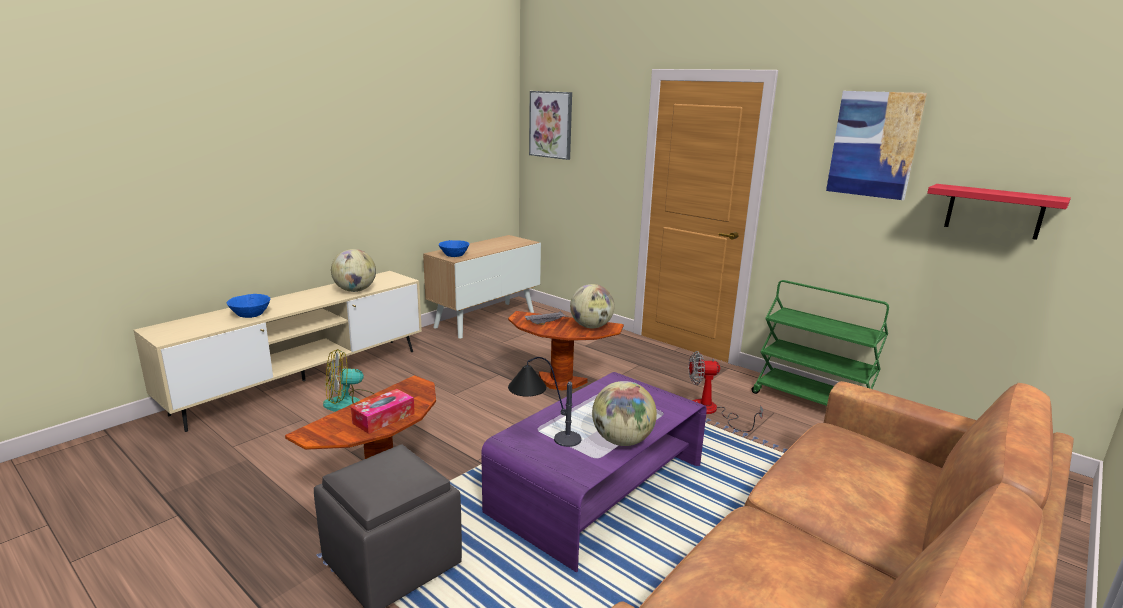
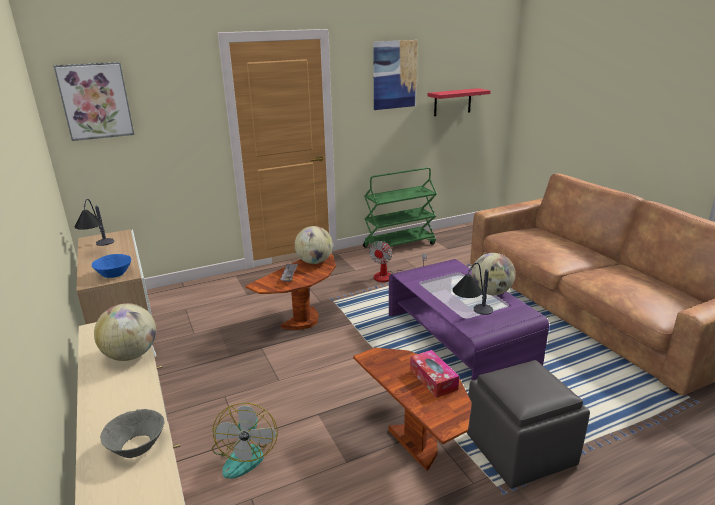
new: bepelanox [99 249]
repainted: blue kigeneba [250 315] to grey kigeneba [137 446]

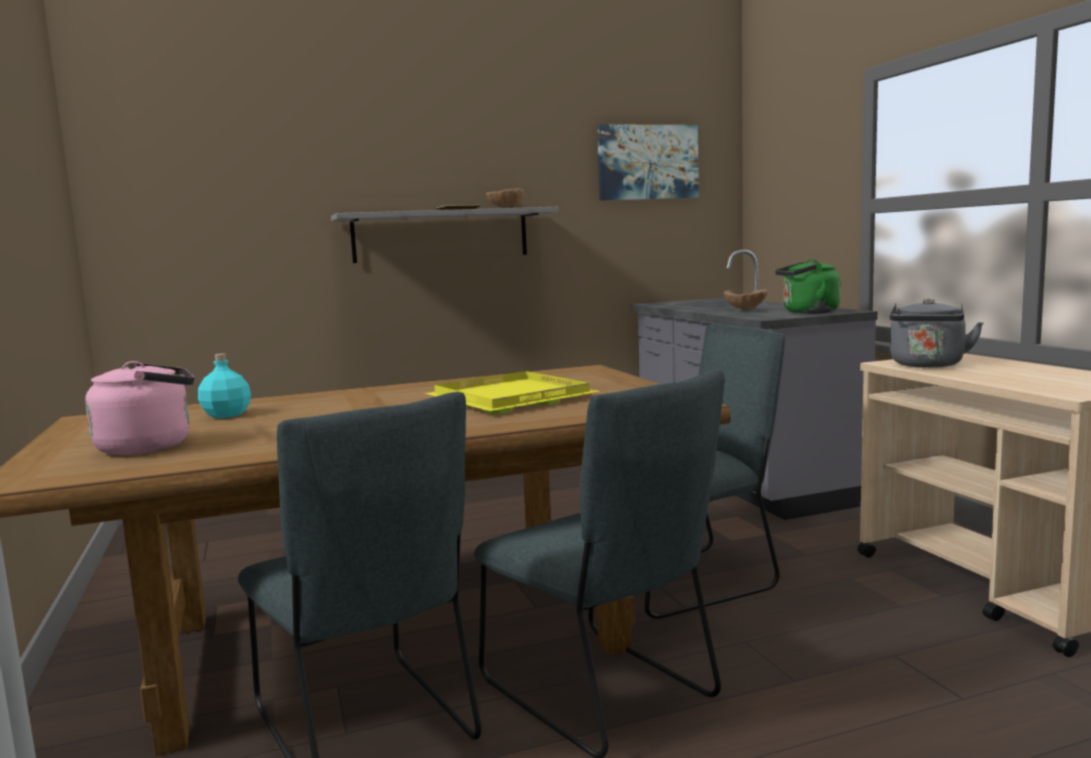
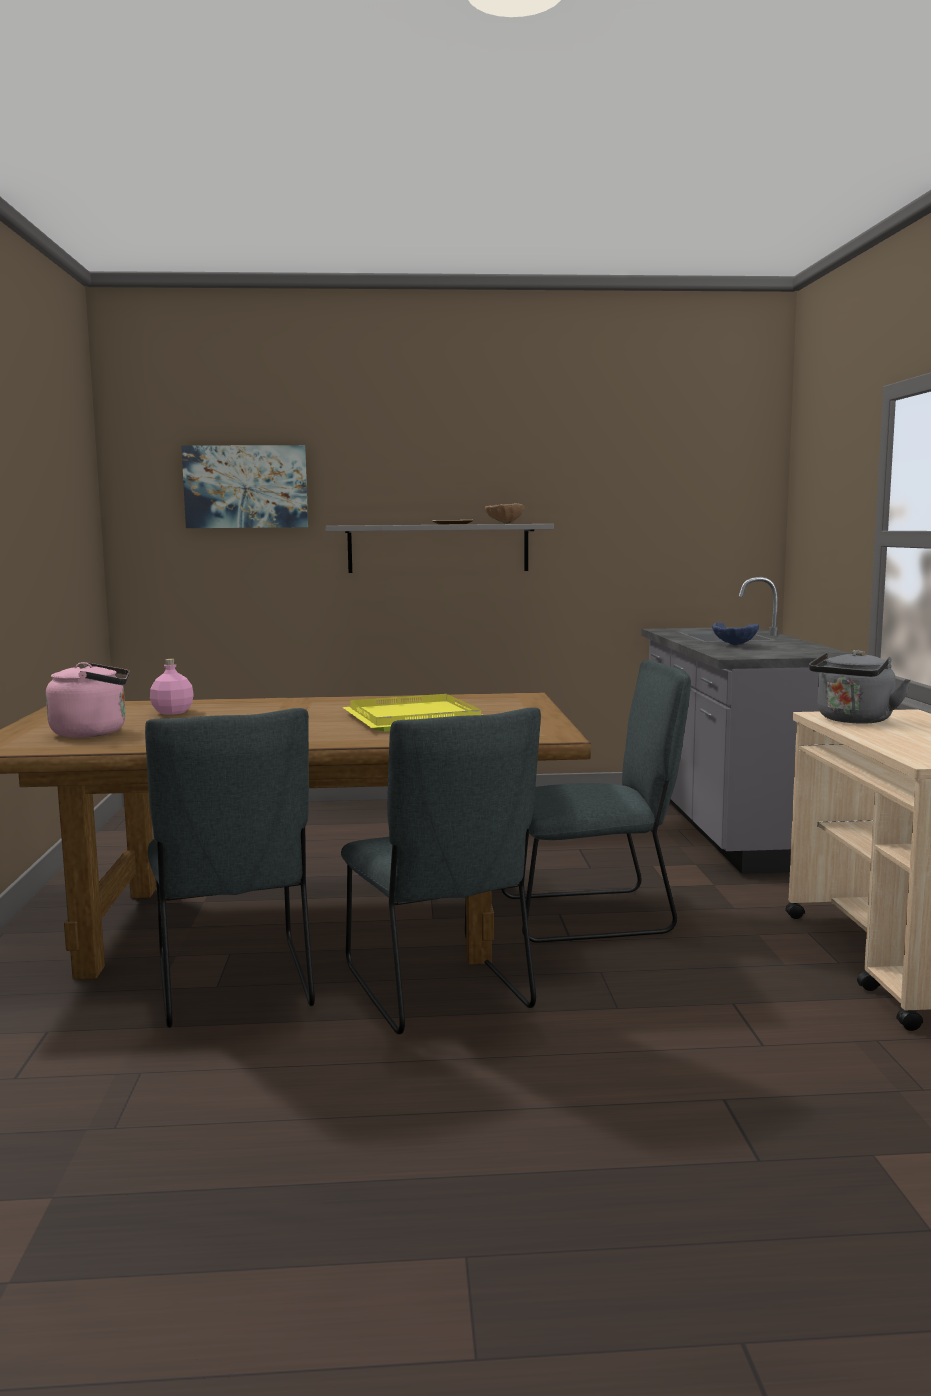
gone: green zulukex [807 312]
shifted: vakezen [647 162] to [246 487]
repainted: brown kigeneba [744 310] to blue kigeneba [733 645]; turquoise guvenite [226 415] to pink guvenite [172 712]

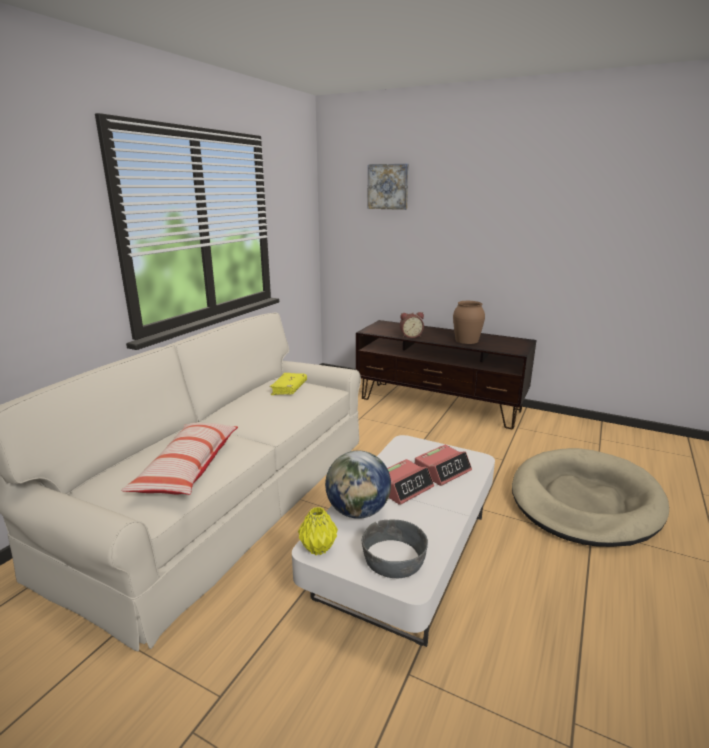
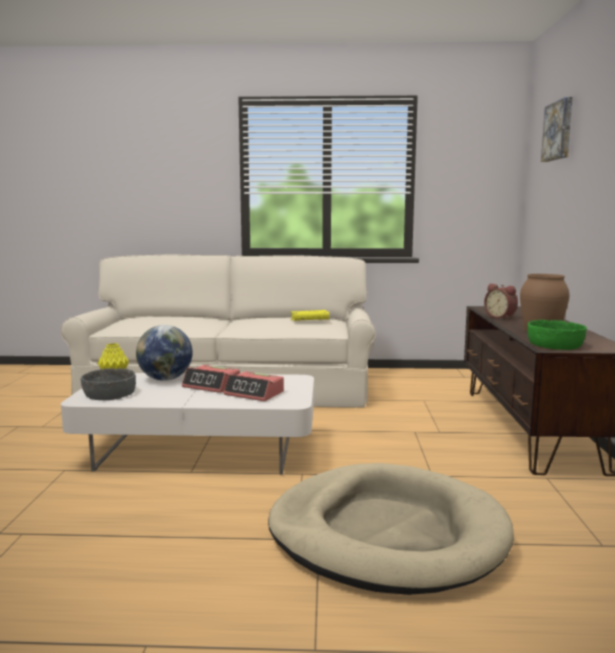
gone: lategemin [188 468]
new: green kigeneba [555 345]

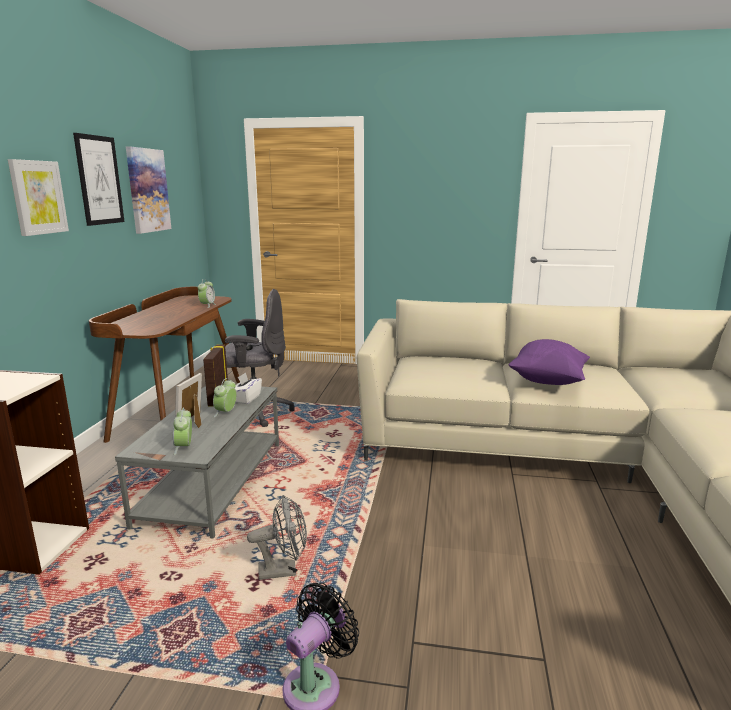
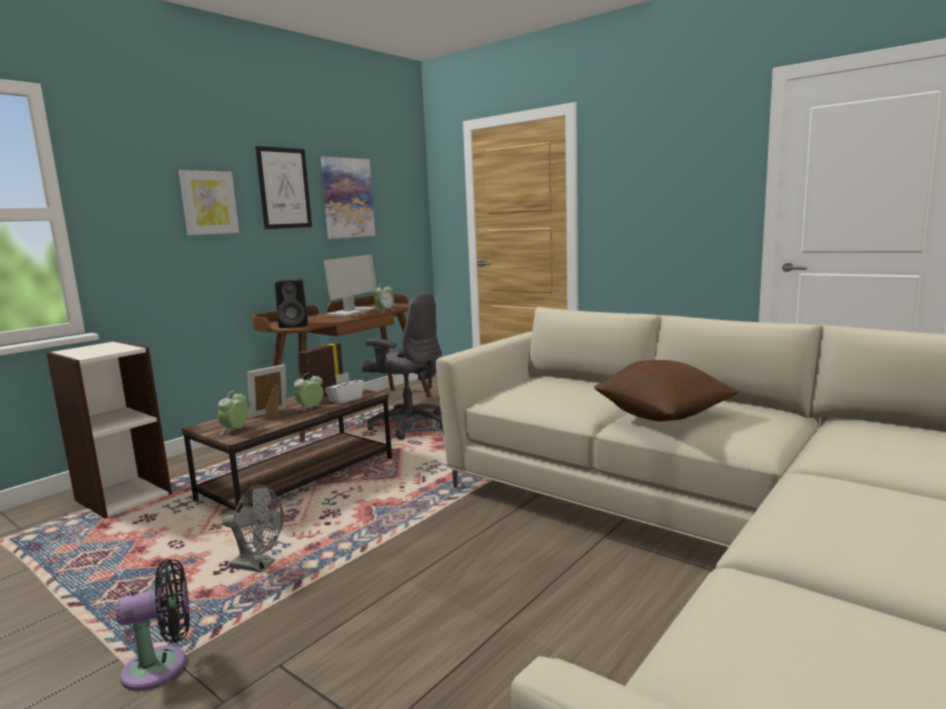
new: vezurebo [351 312]; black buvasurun [295 325]
repainted: purple lategemin [548 381] to brown lategemin [663 417]; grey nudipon [214 483] to brown nudipon [299 479]

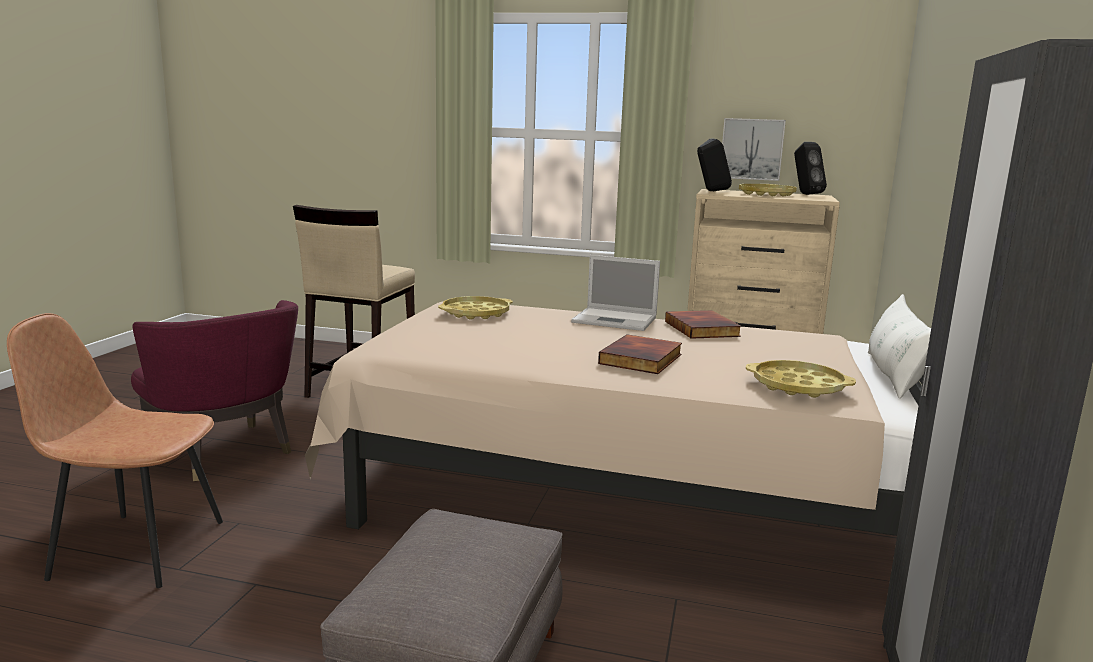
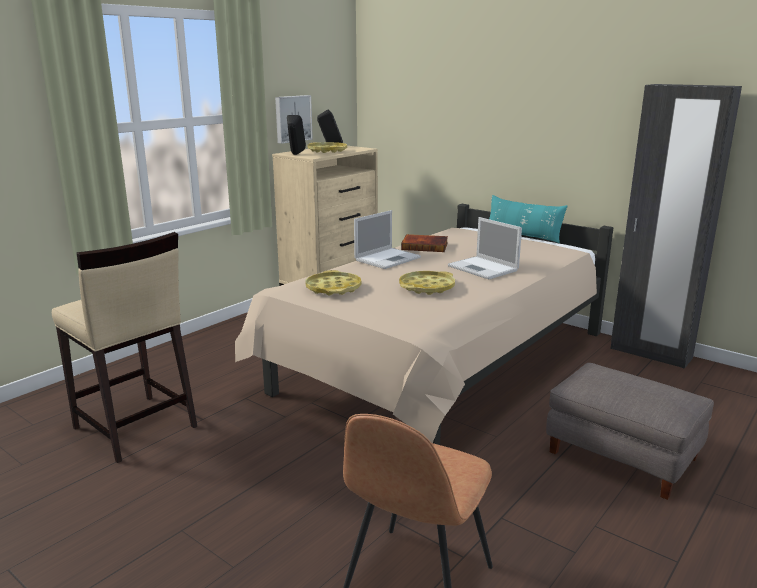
gone: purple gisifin [225 454]
shifted: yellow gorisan [798 386] to [427 287]
swapped: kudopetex [642 359] to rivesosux [484 268]
repainted: white lategemin [894 375] to turquoise lategemin [523 236]

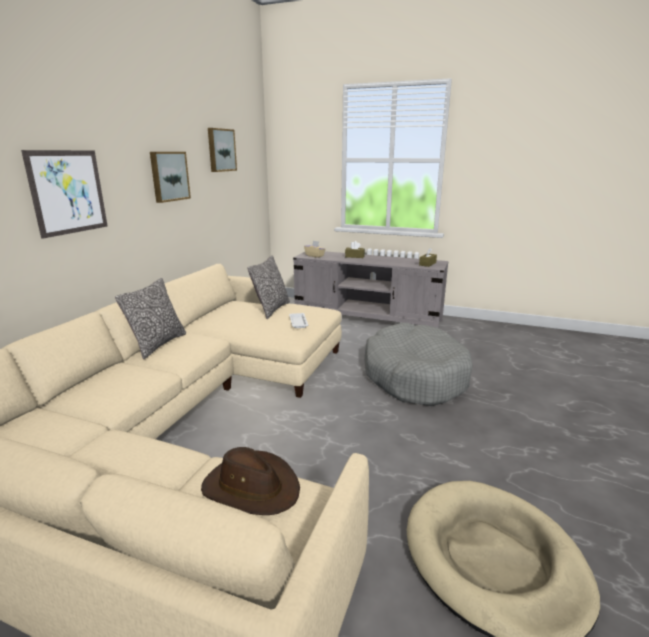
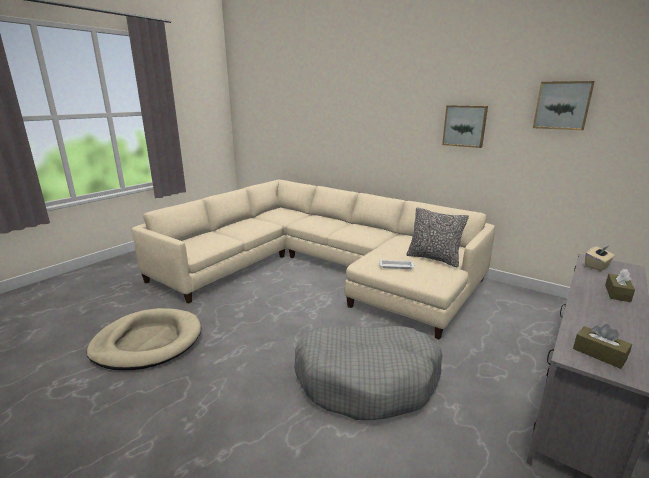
gone: vakezen [68 192]; lategemin [158 344]; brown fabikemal [251 487]

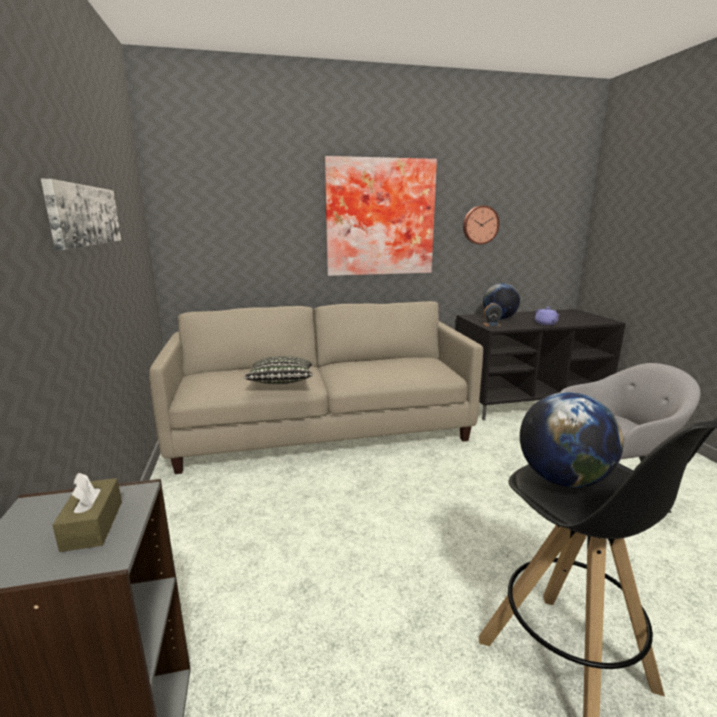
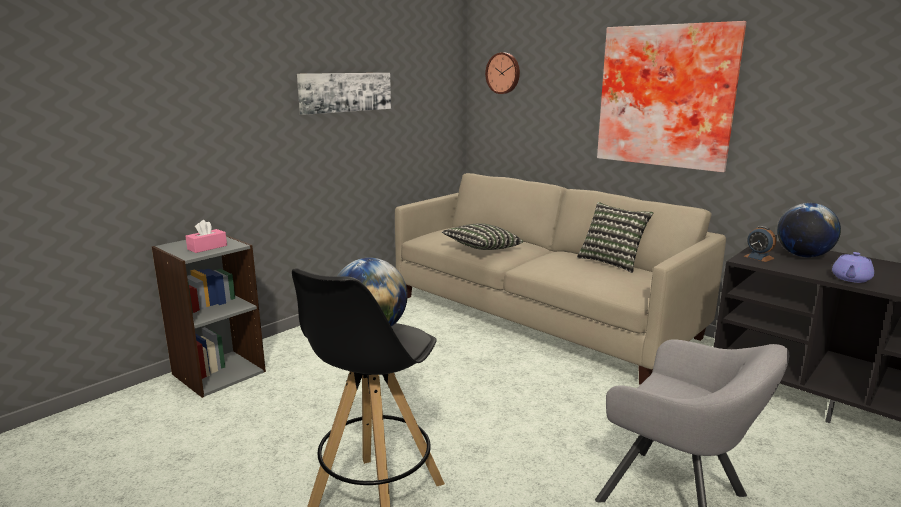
new: lategemin [612 262]
shifted: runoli [480 225] to [503 73]
repainted: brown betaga [93 525] to pink betaga [207 247]

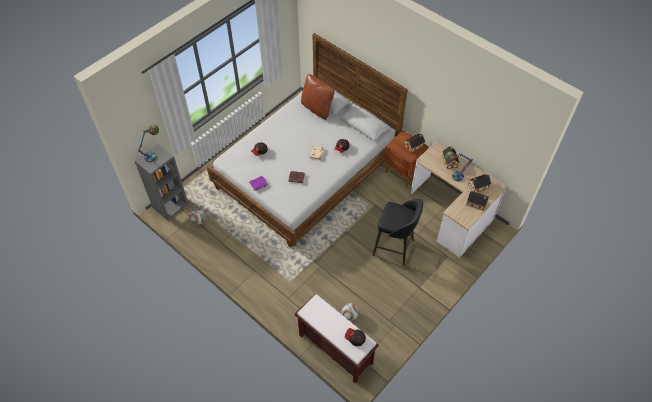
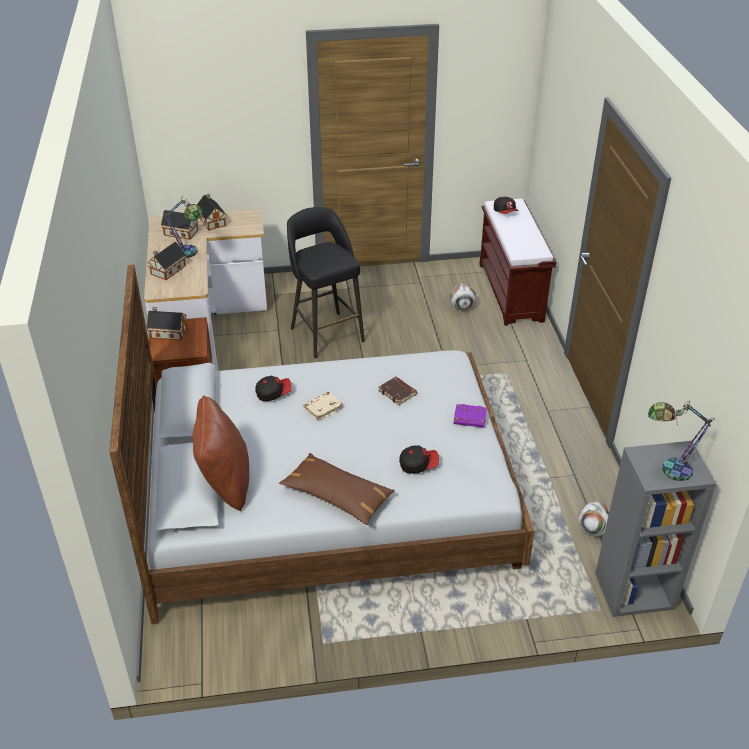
new: brown lategemin [337 495]

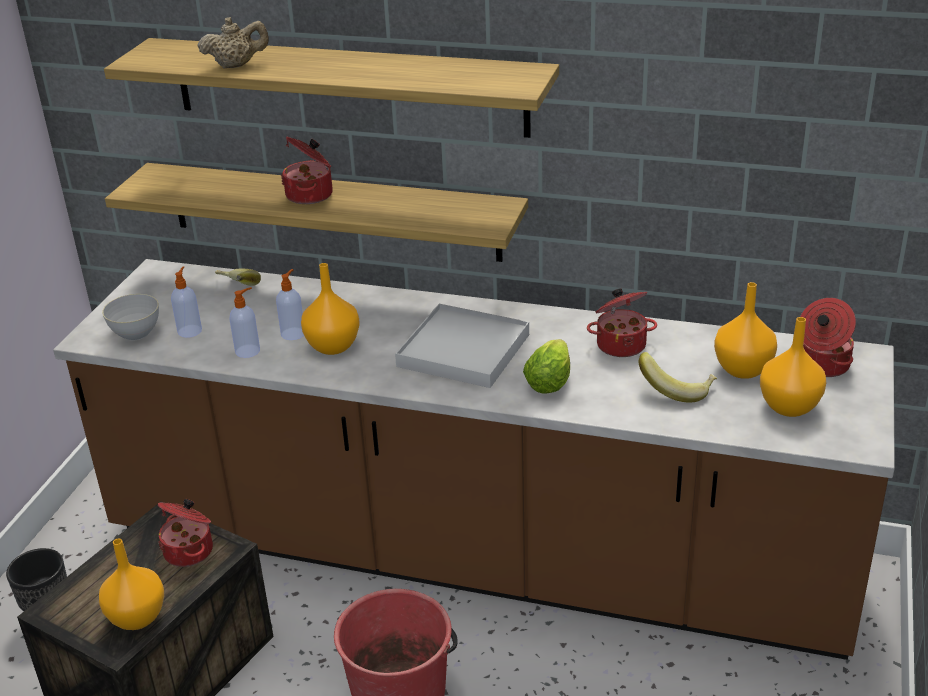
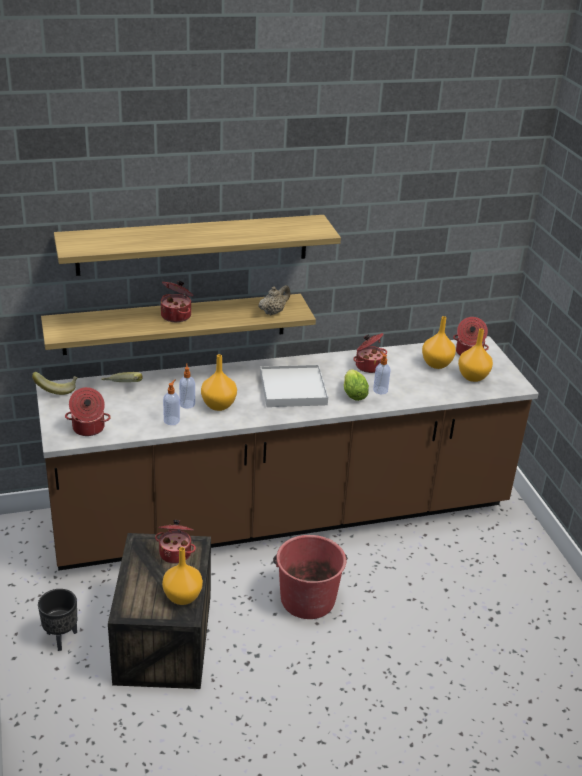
shifted: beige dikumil [236 65] to [273 312]; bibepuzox [190 330] to [380 390]; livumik [677 390] to [57 389]
swapped: grey kigeneba [136 333] to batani [88 428]

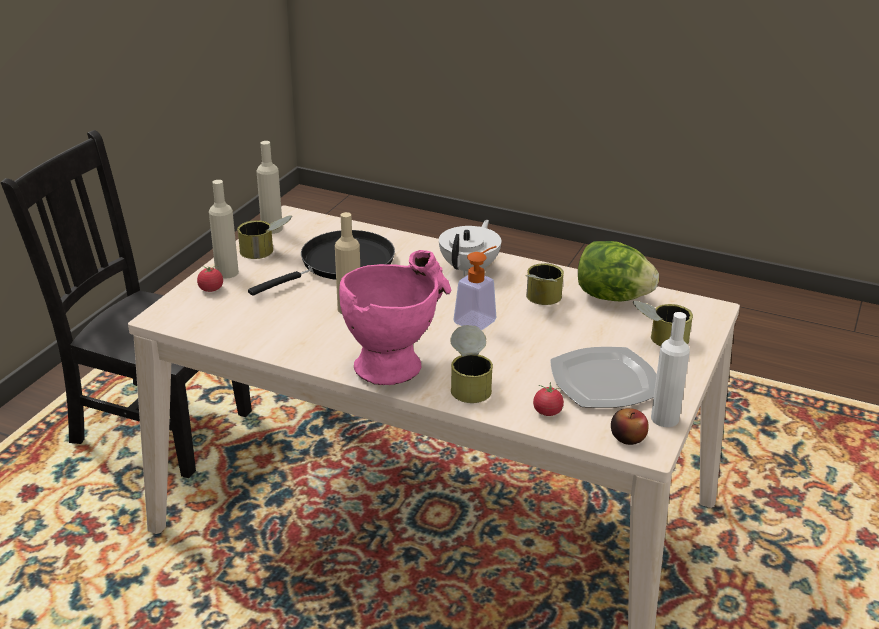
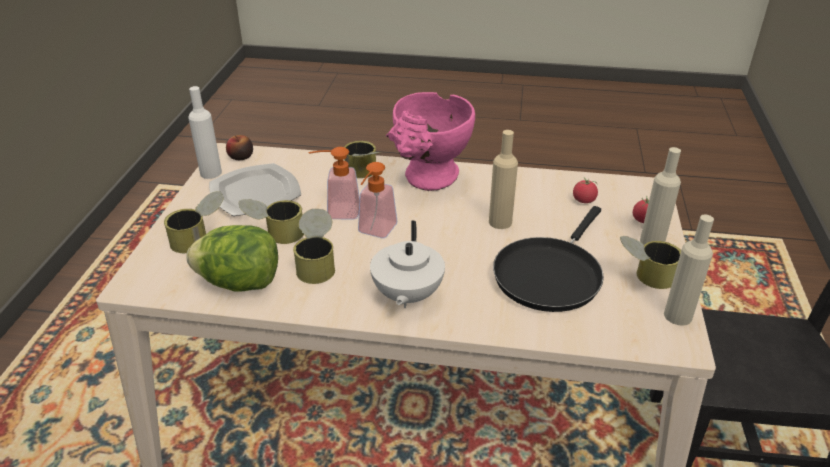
new: bibepuzox [337 211]; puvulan [275 235]
shifted: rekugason [547 412] to [583 200]

